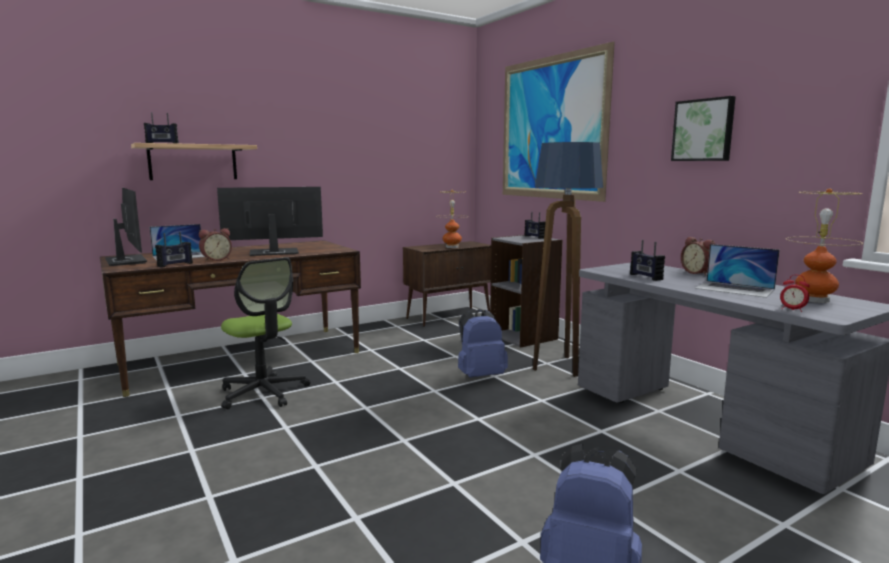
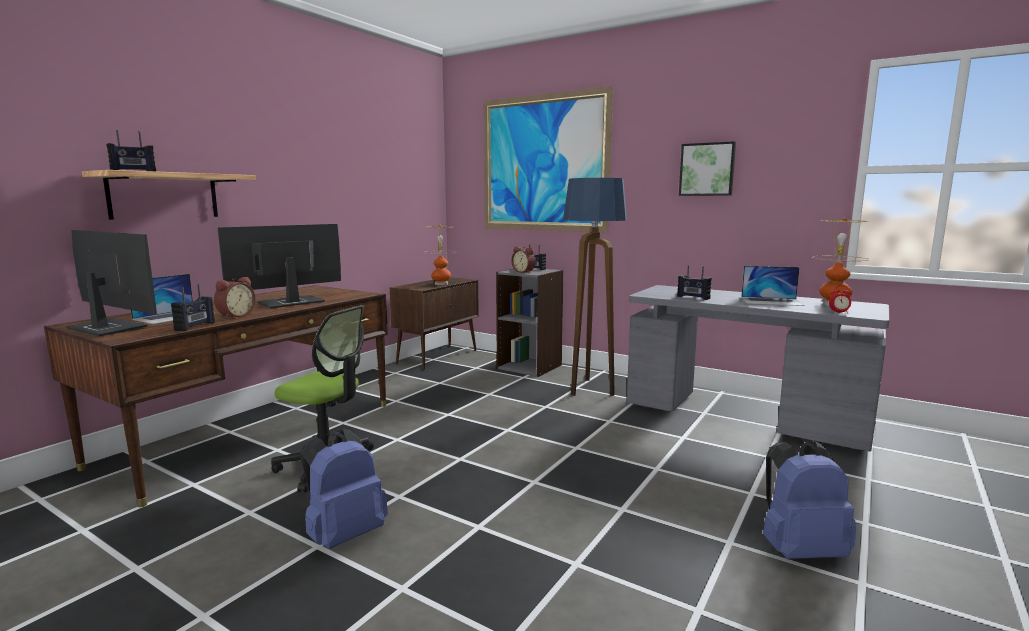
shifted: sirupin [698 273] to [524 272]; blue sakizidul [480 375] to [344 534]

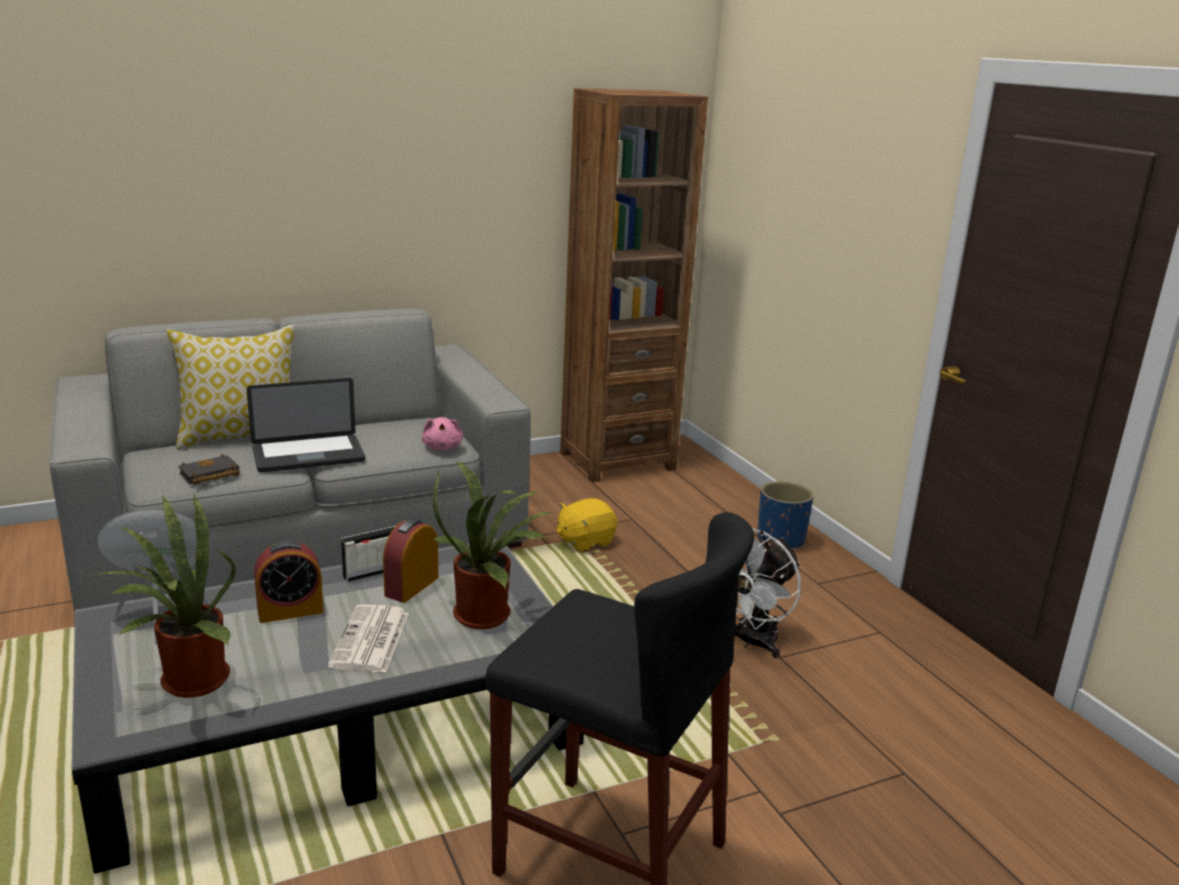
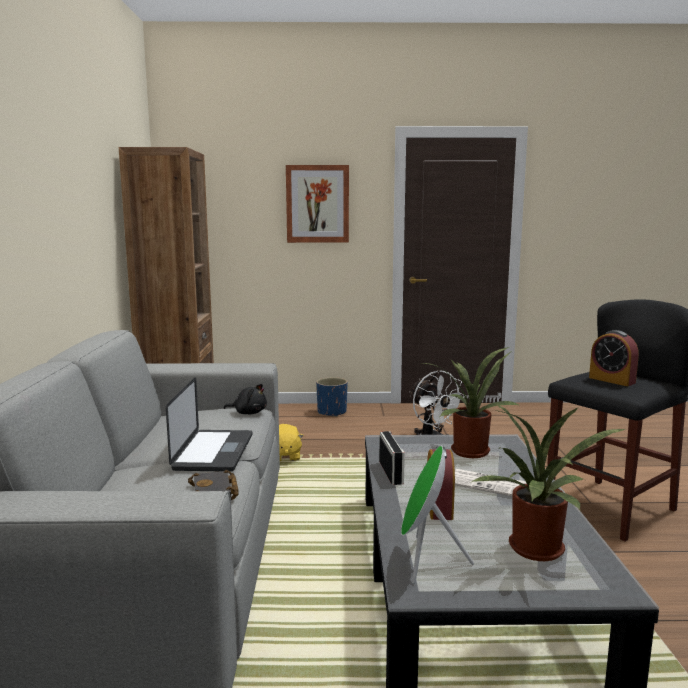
gone: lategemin [241 437]
new: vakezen [317 204]
shifted: sirupin [411 586] to [612 380]
repainted: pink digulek [442 447] to black digulek [248 413]

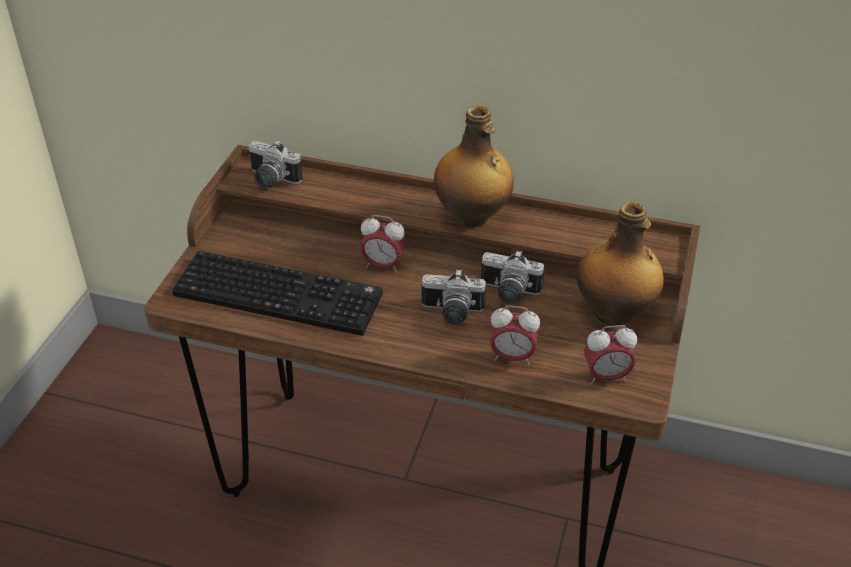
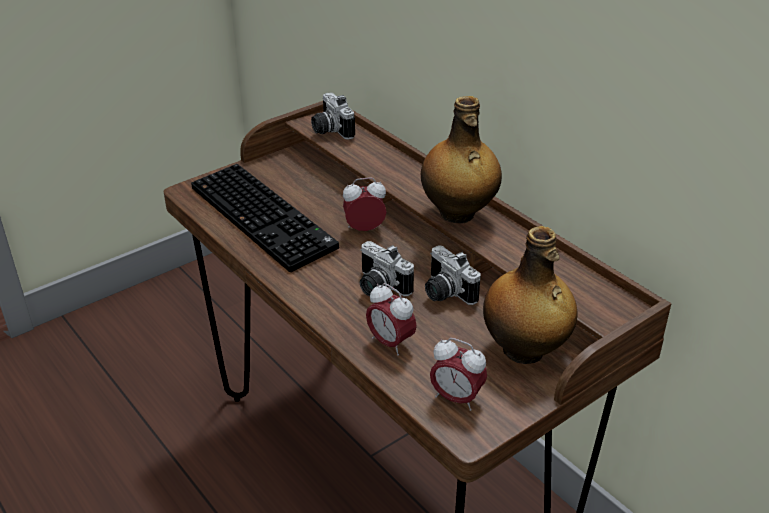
rotated: sirupin [383 265] = [364 229] 120 degrees clockwise

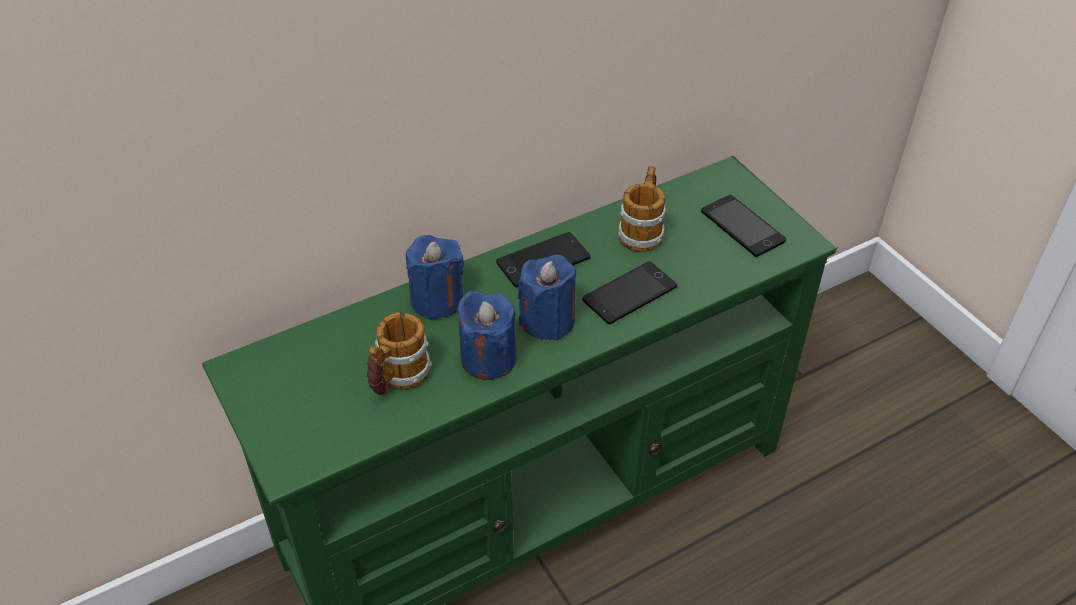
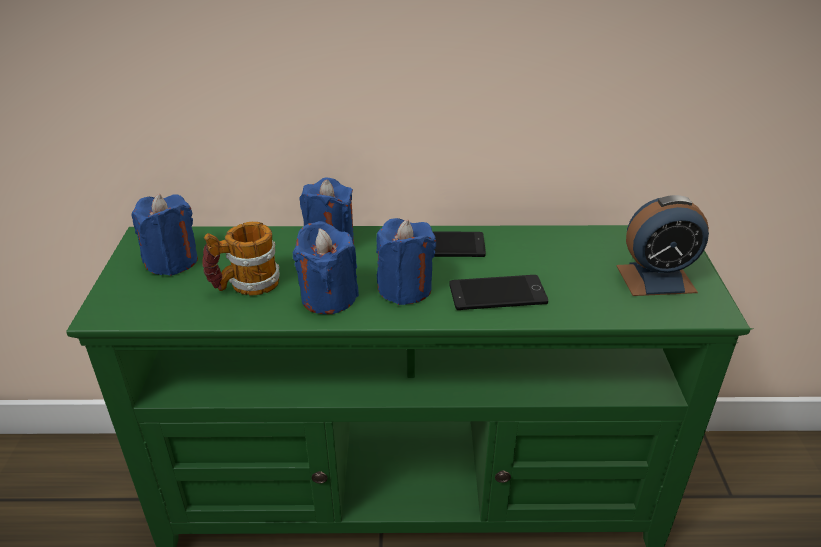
gone: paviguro [642 230]
new: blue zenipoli [172 261]
swapped: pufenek [742 226] to sirupin [655 279]

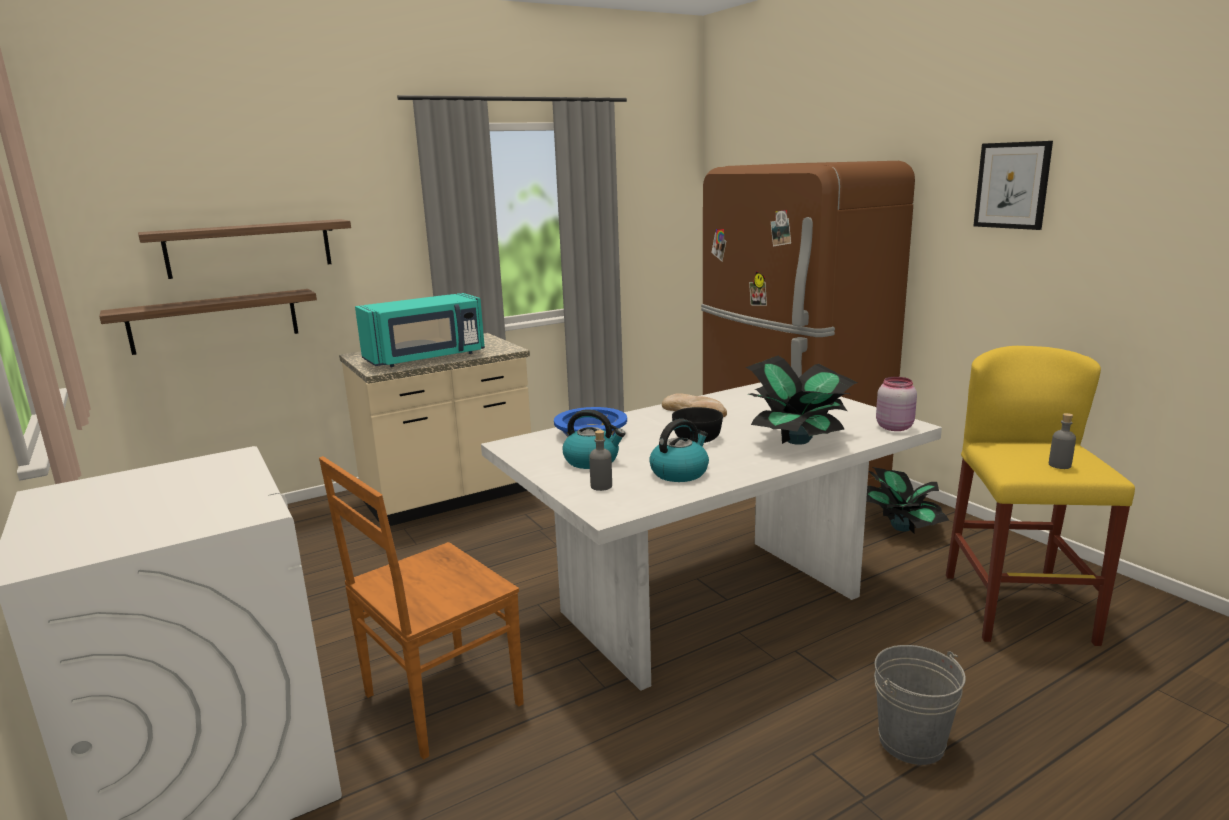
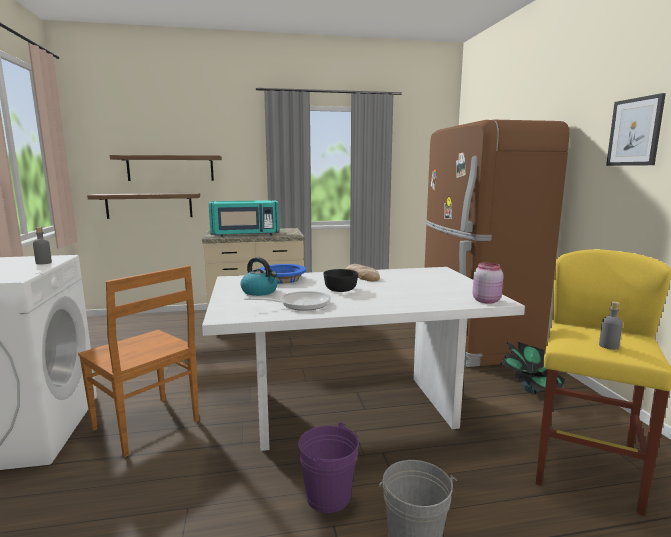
gone: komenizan [798 440]
new: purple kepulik [328 496]
shifted: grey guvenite [601 486] to [43 263]
swapped: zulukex [680 472] to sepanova [299 304]
rotated: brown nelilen [438 701] = [147 426] 120 degrees counterclockwise

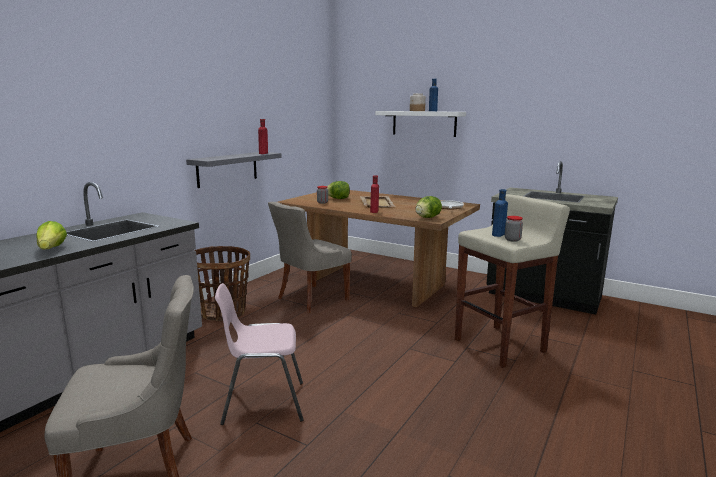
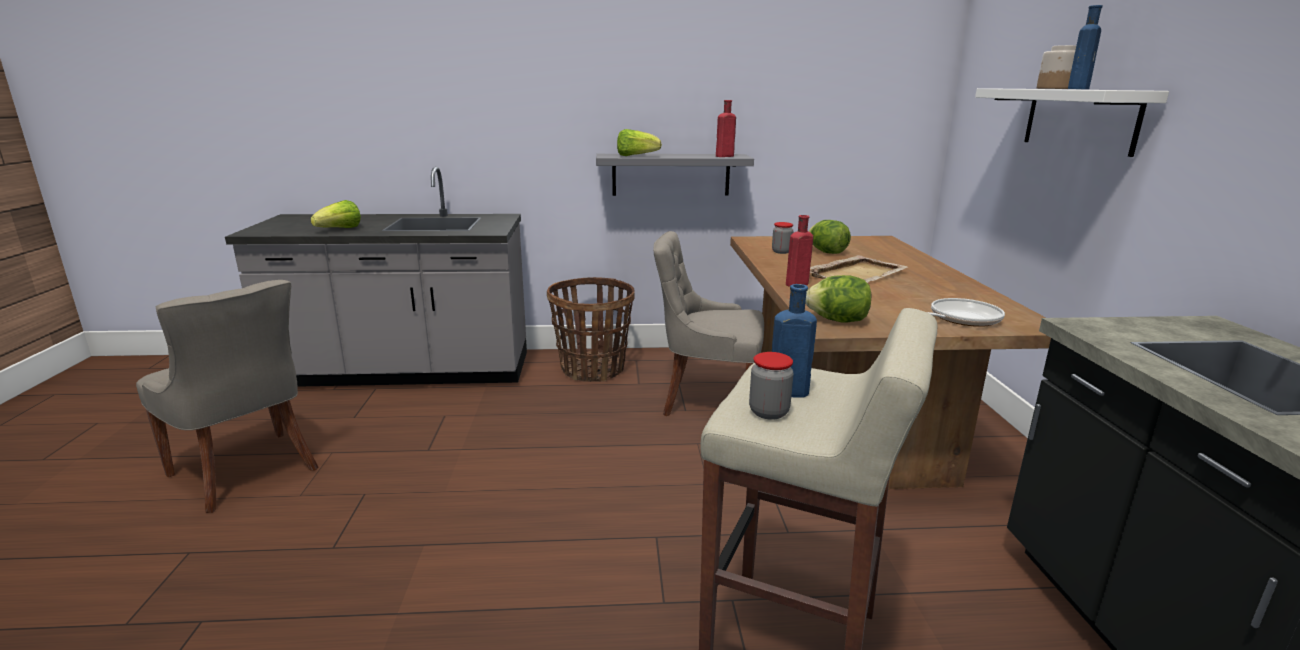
gone: pink nelilen [263 403]
new: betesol [636 156]

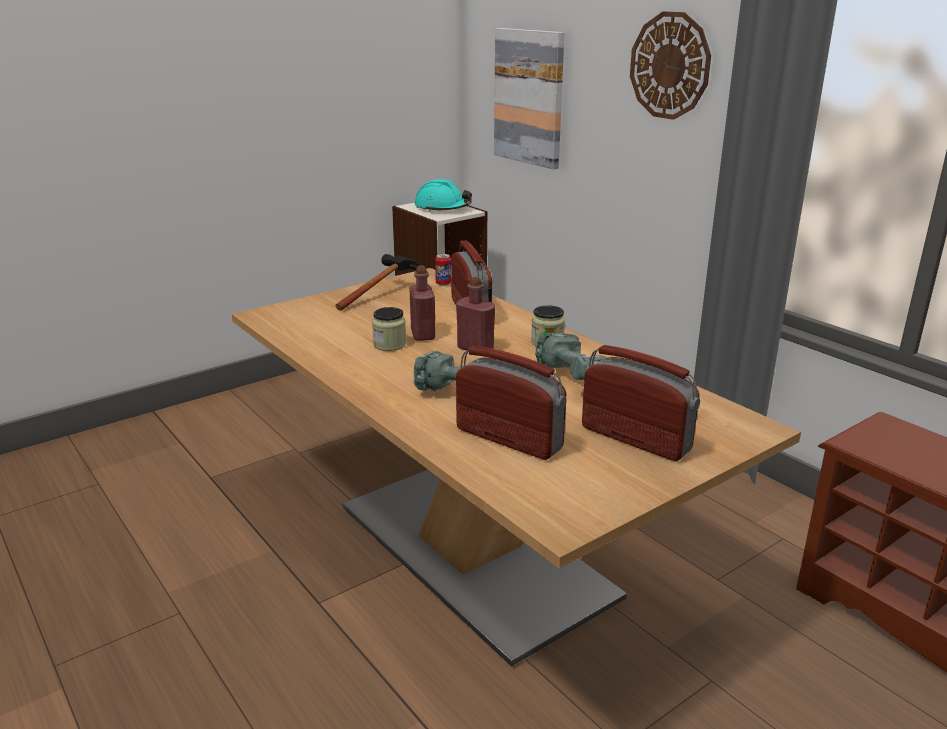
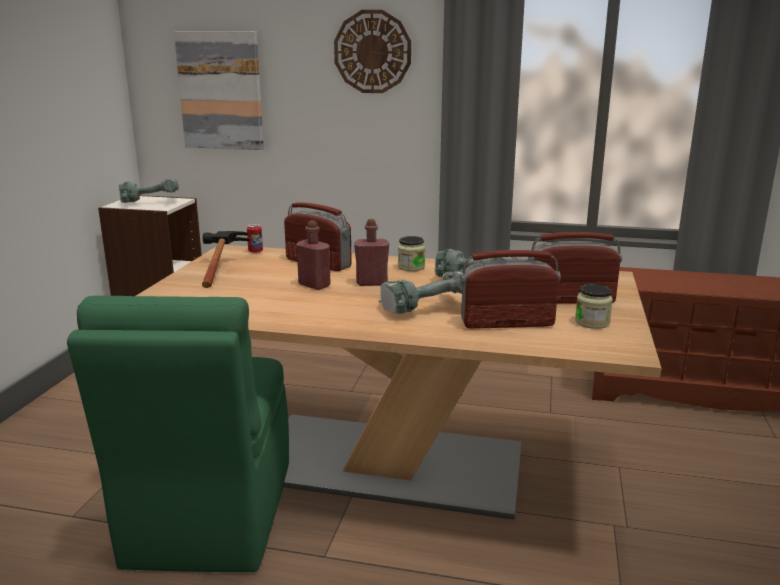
new: green nelilen [209 517]
shifted: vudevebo [389 344] to [592 322]
swapped: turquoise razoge [442 208] to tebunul [151 202]

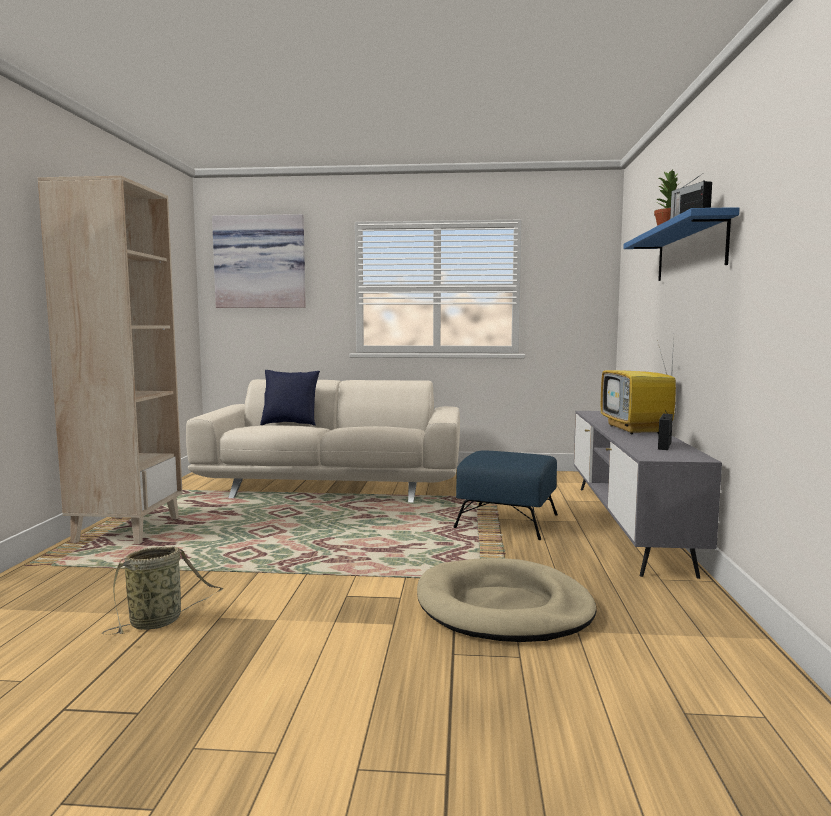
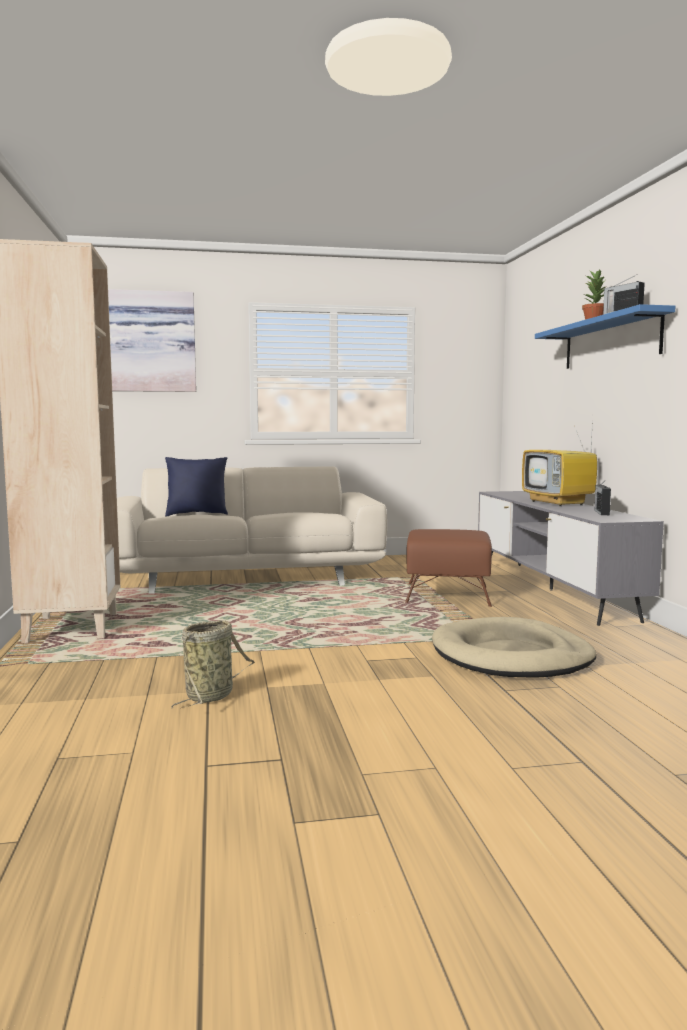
repainted: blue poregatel [507 521] to brown poregatel [448 595]

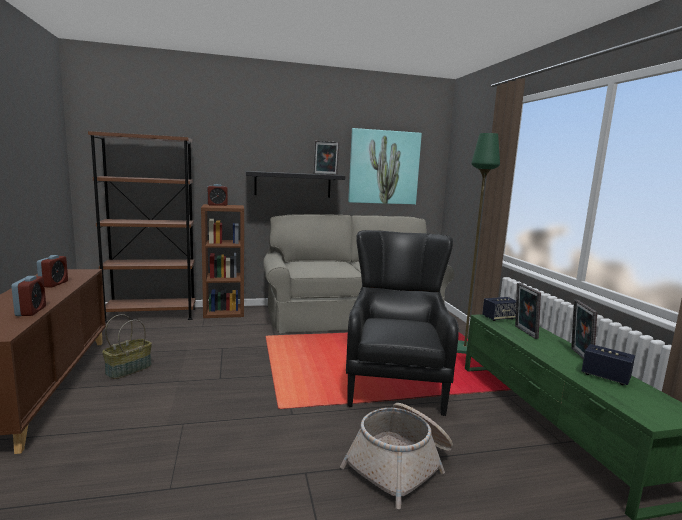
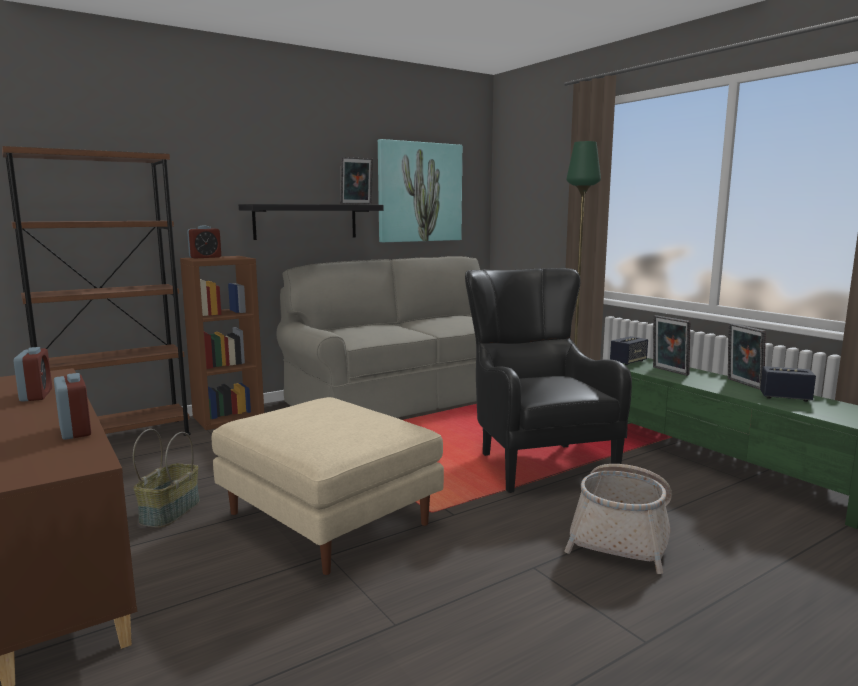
new: beige poregatel [330 519]

